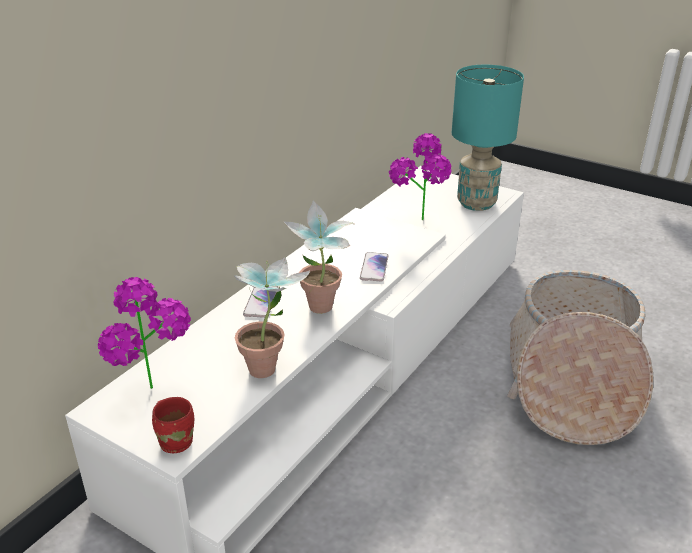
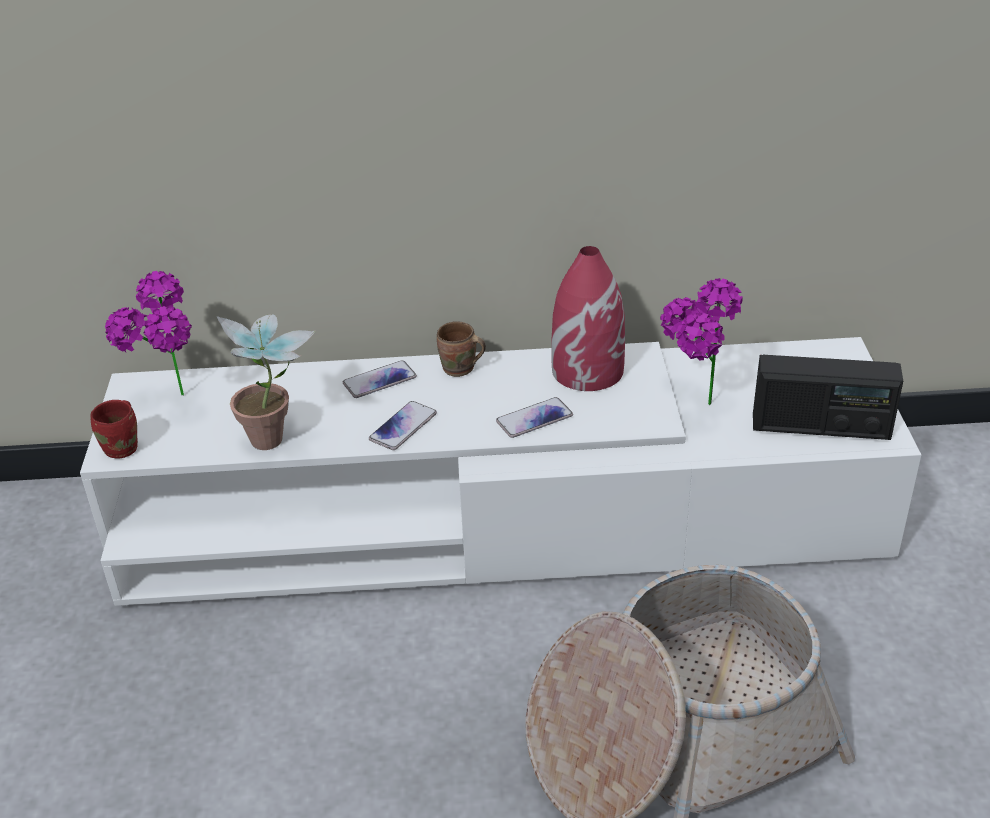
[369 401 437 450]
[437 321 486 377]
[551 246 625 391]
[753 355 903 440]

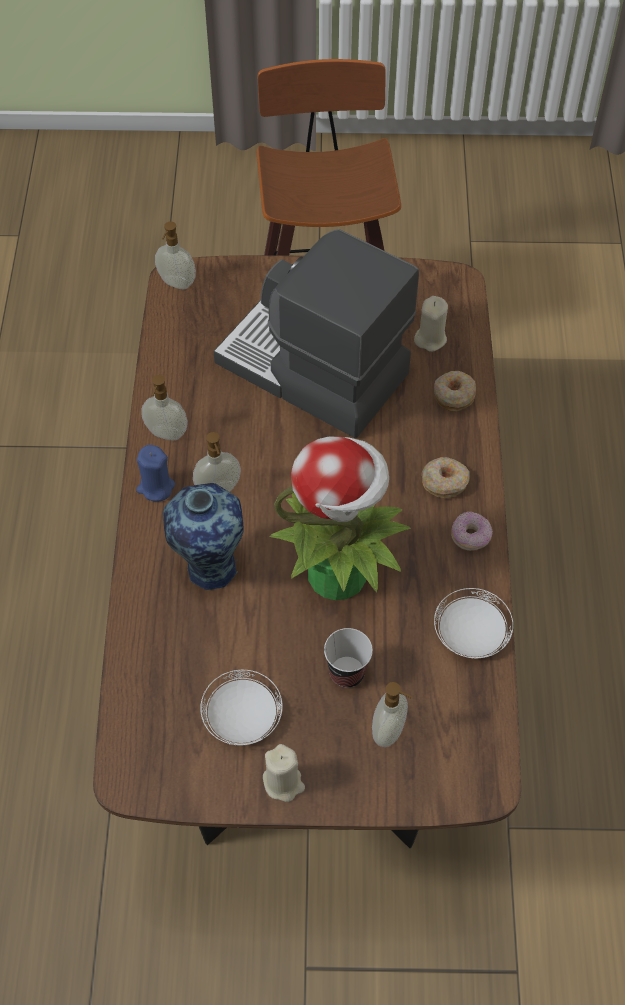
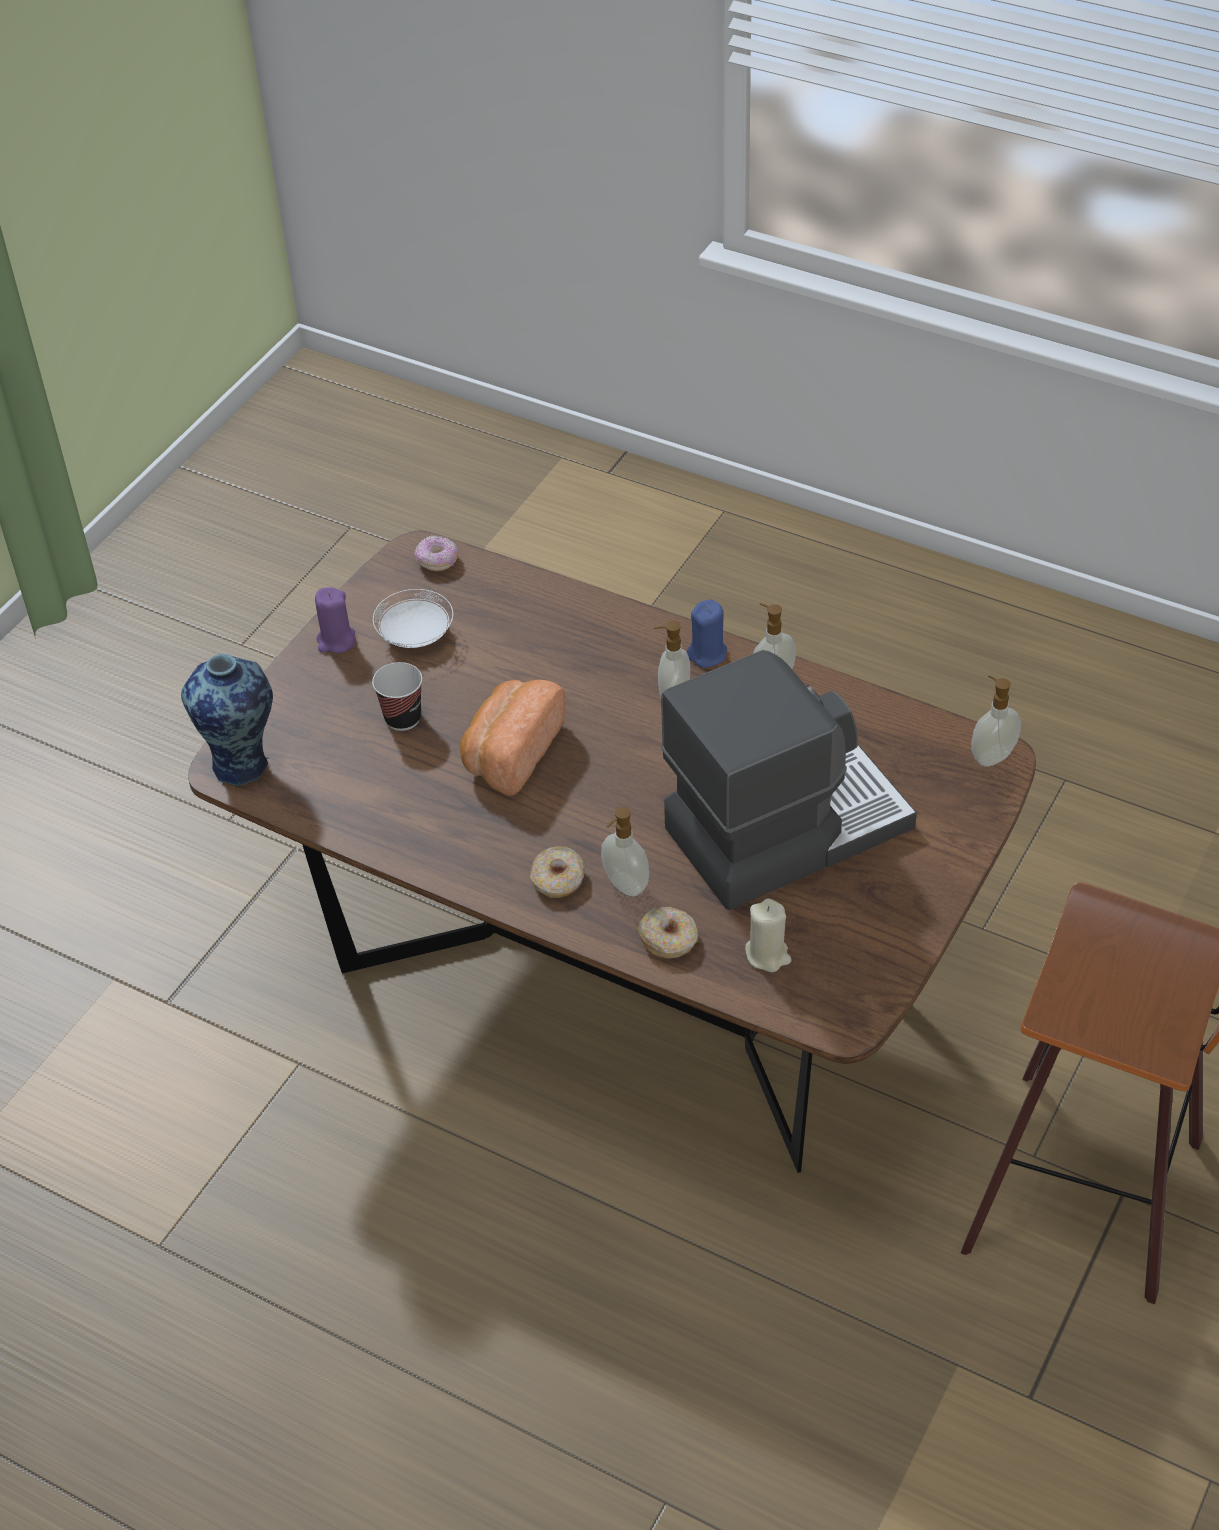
[181 654 273 787]
[315 587 356 653]
[414 535 458 571]
[460 680 565 796]
[601 807 649 896]
[434 588 513 659] (first image)

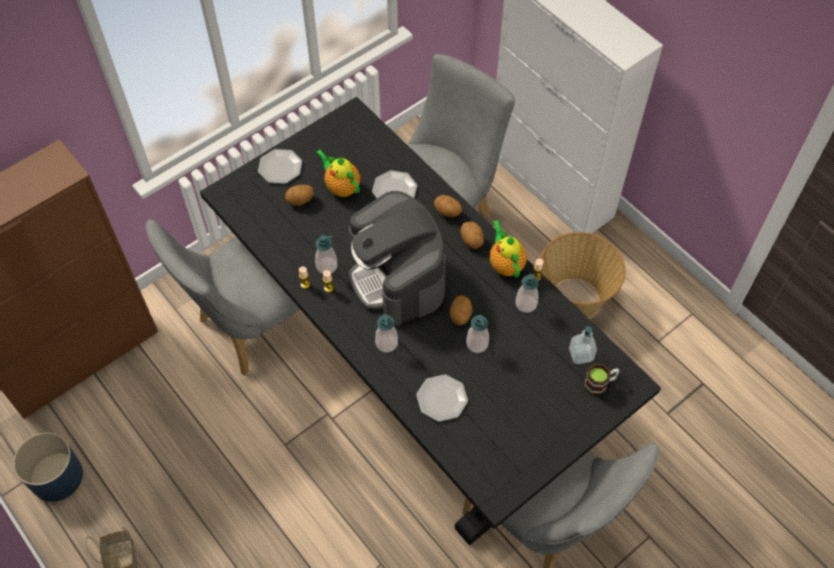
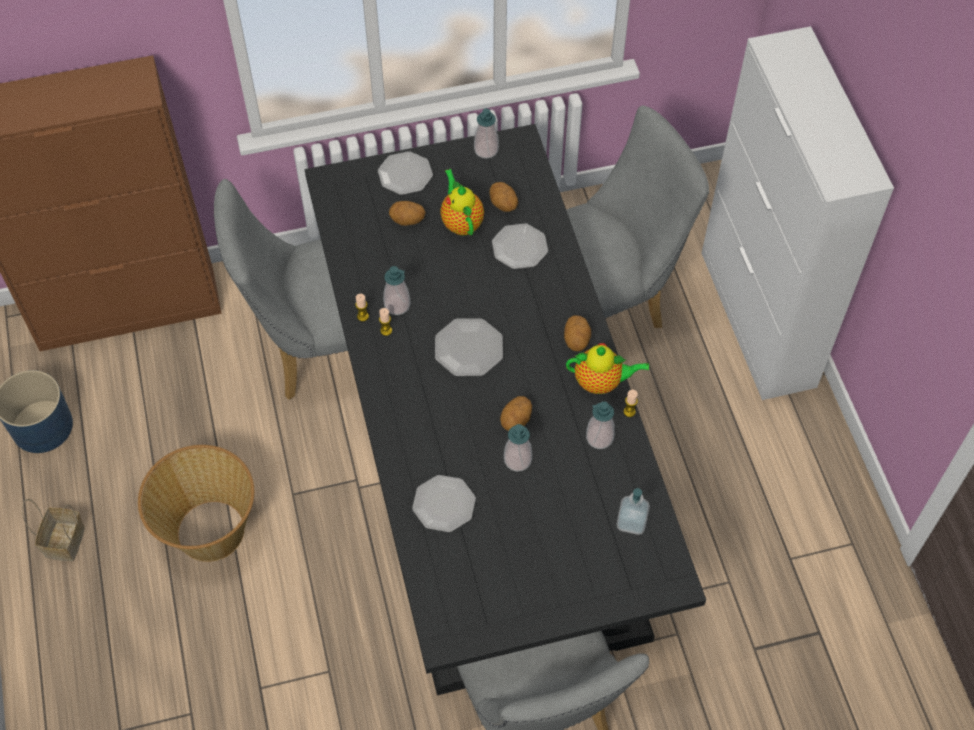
[138 445 254 562]
[435 318 503 376]
[474 108 499 158]
[490 182 518 212]
[566 343 649 394]
[584 363 620 396] (first image)

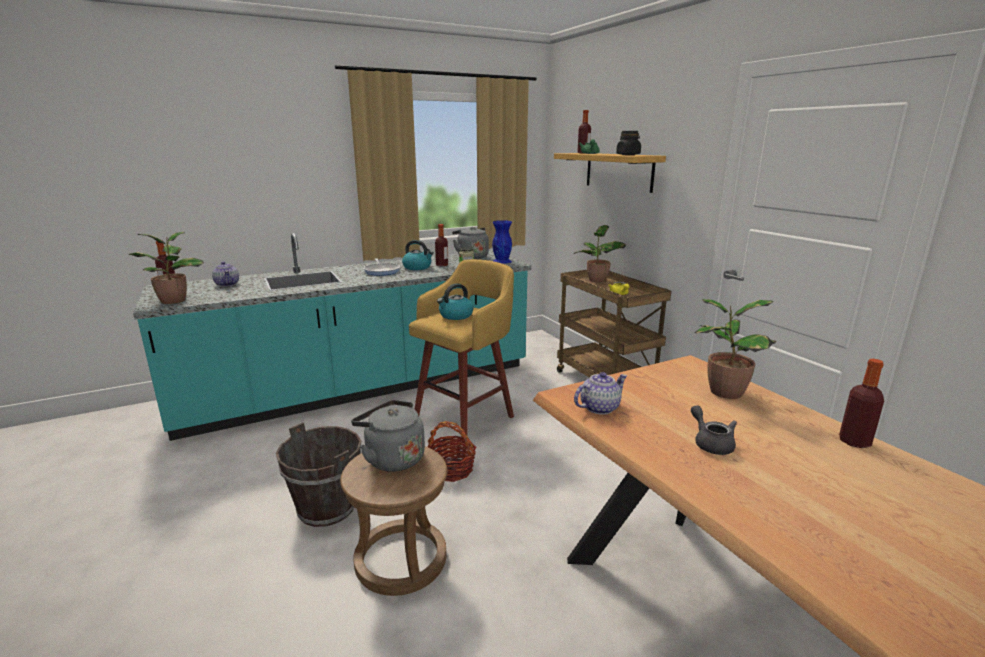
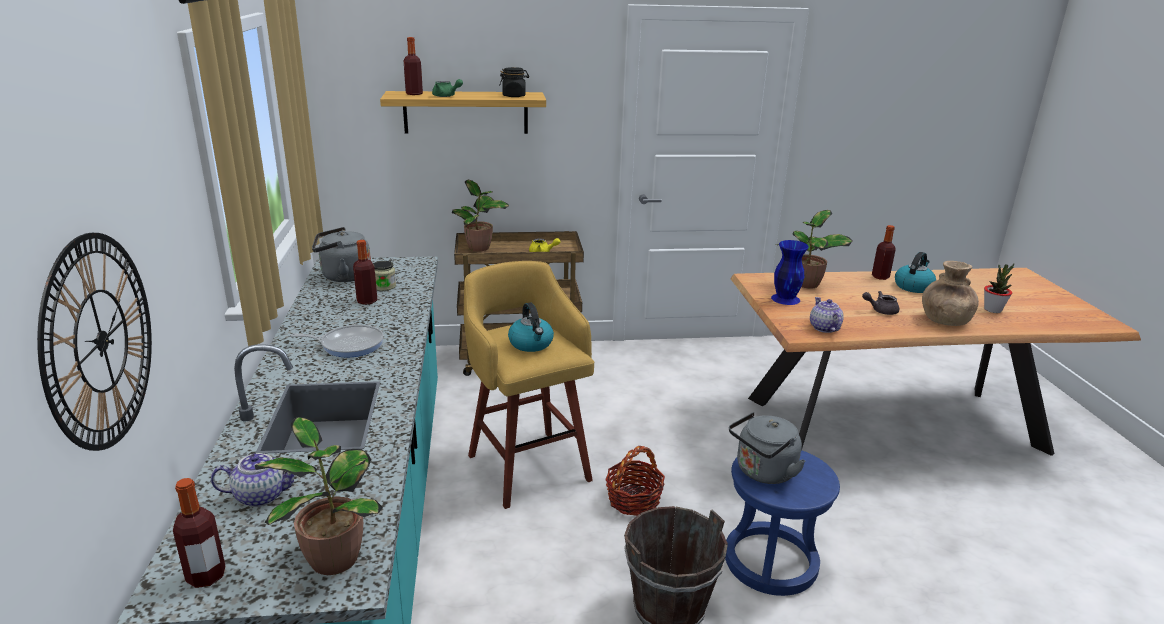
[37 233 152 451]
[725 450 840 596]
[771 240 809 305]
[895 252 936 293]
[922 261 979 326]
[984 264 1014 313]

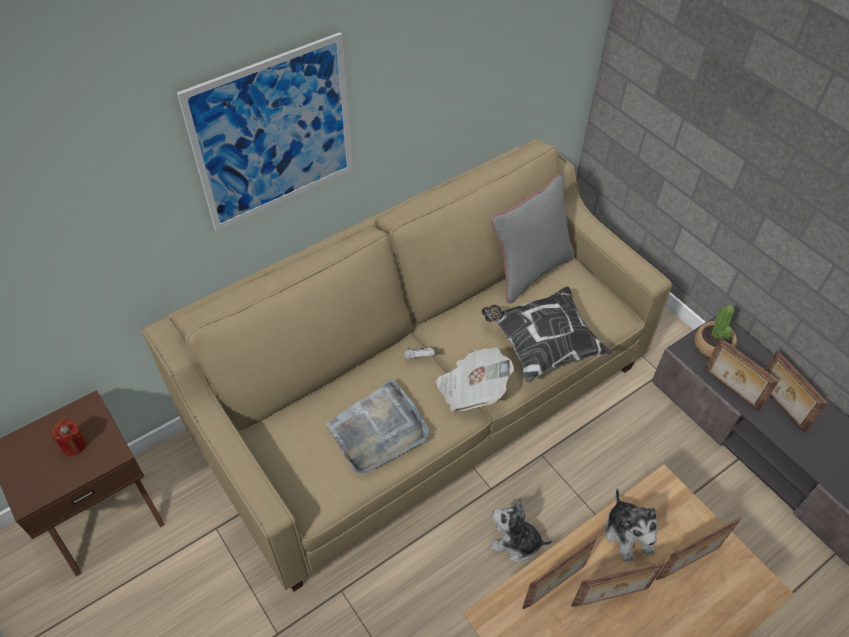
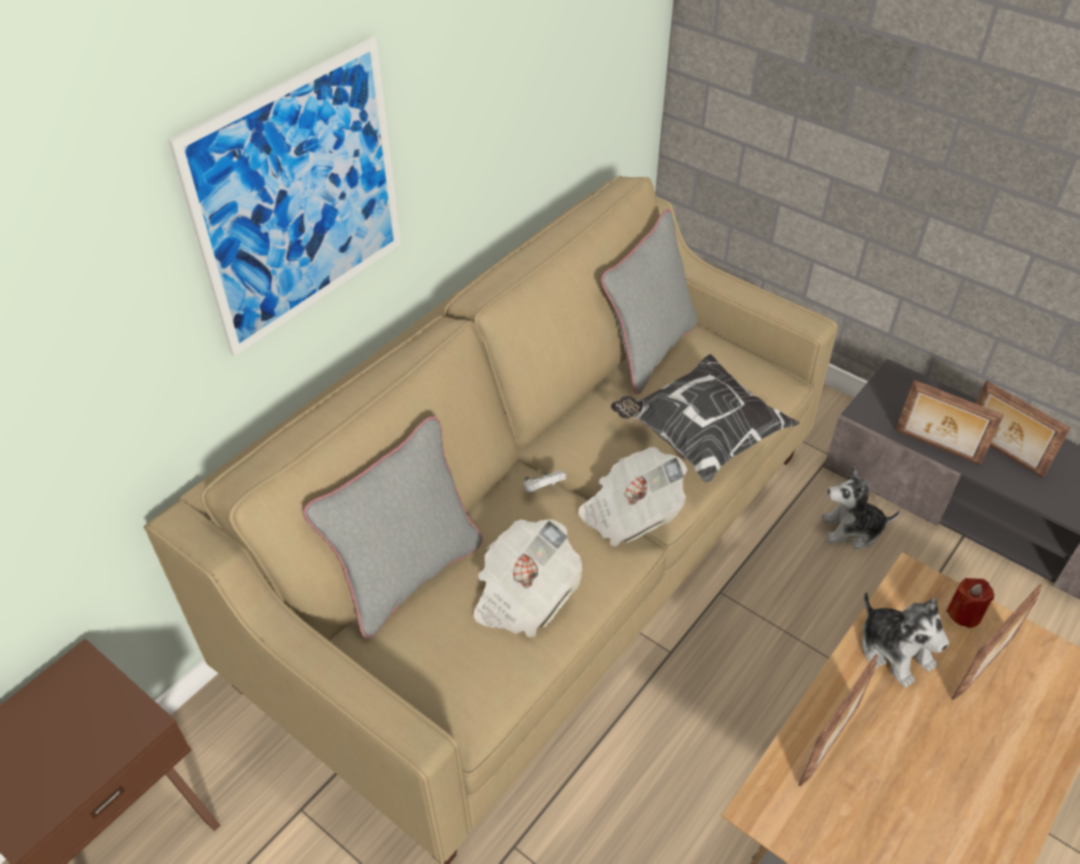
[302 416 482 638]
[473 519 582 637]
[822 467 900 549]
[946 578 994 628]
[571 561 665 607] (first image)
[694 305 737 358] (first image)

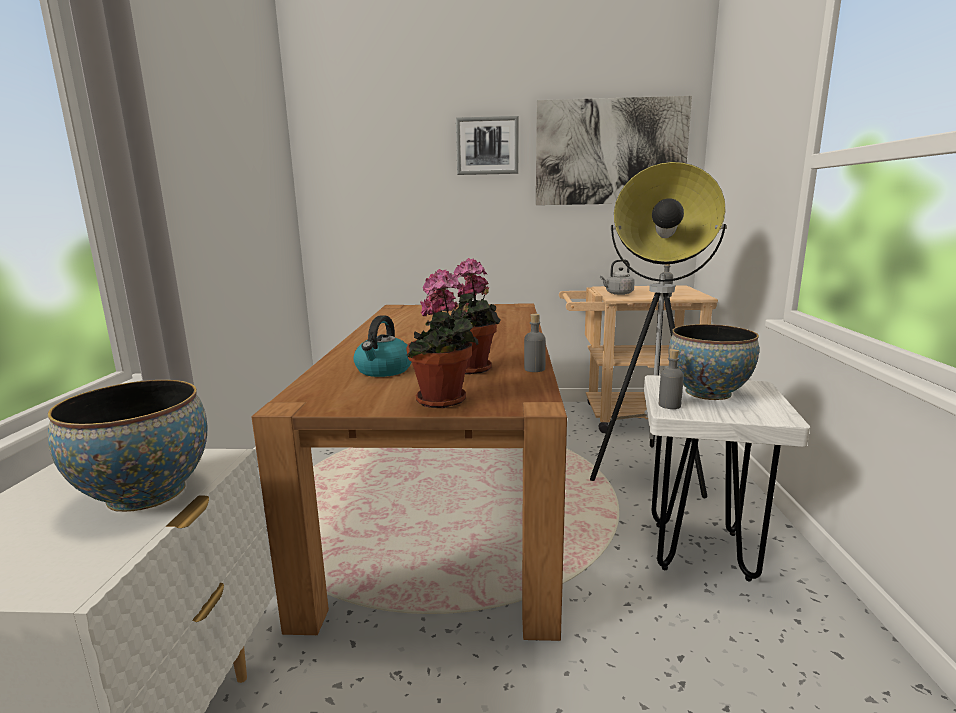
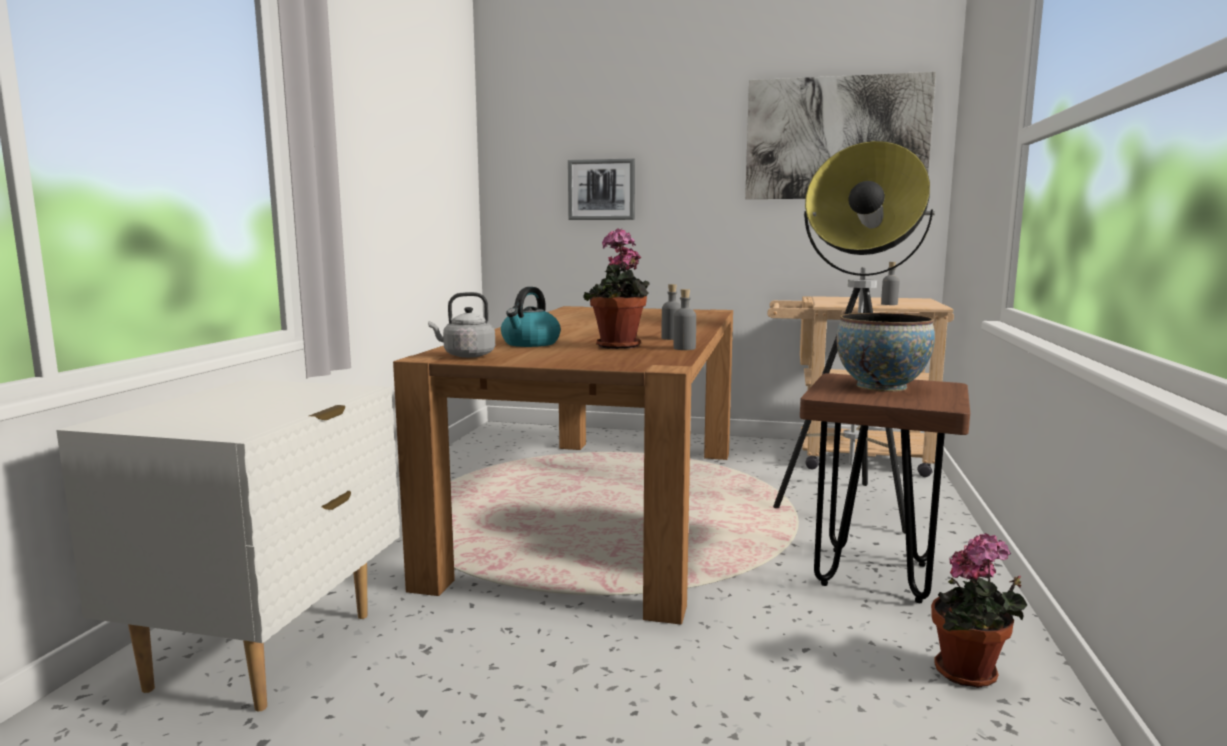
[428 292 495 358]
[568 158 635 220]
[661 284 681 340]
[800 373 970 603]
[931 533 1027 688]
[48 380 208 512] (first image)

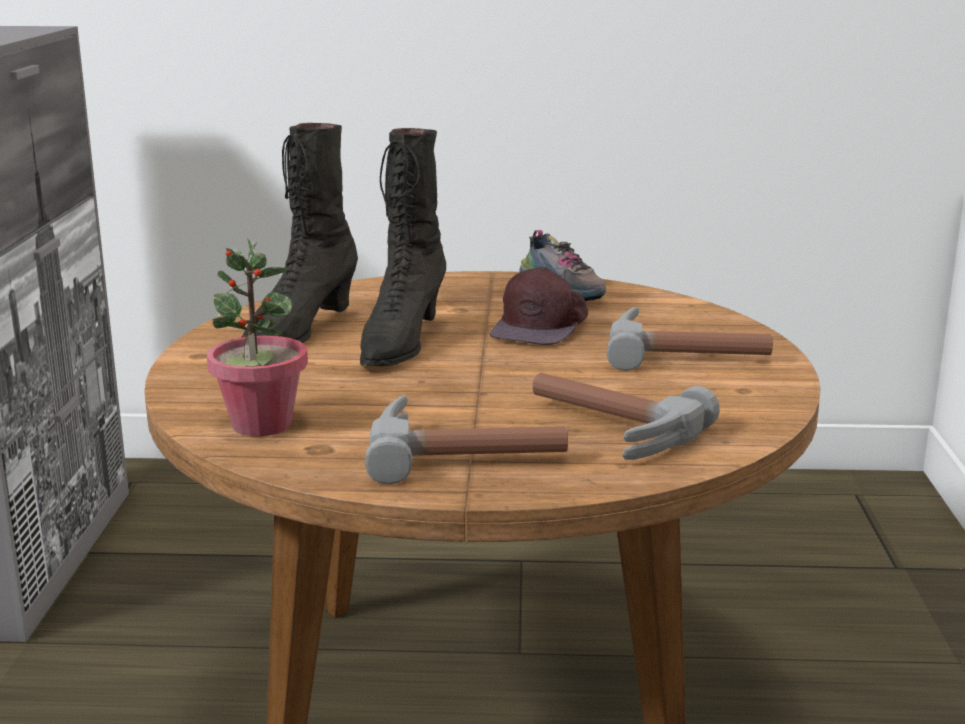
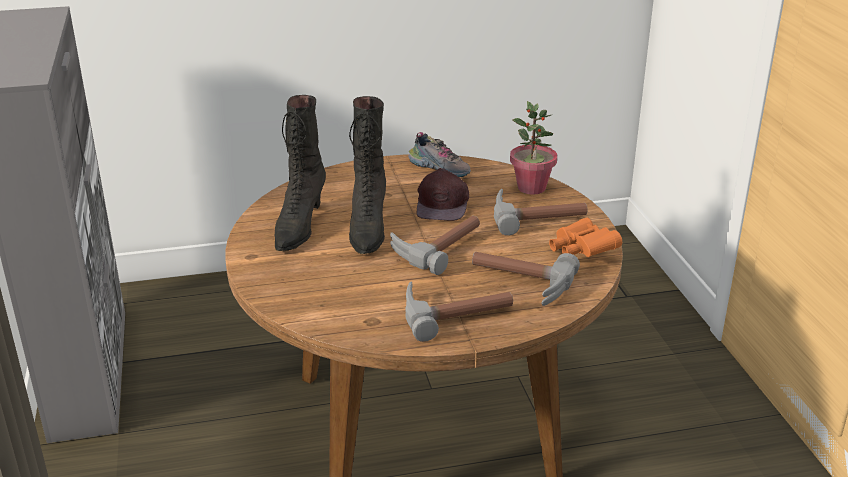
[390 216 480 275]
[510 101 557 195]
[549 218 622 257]

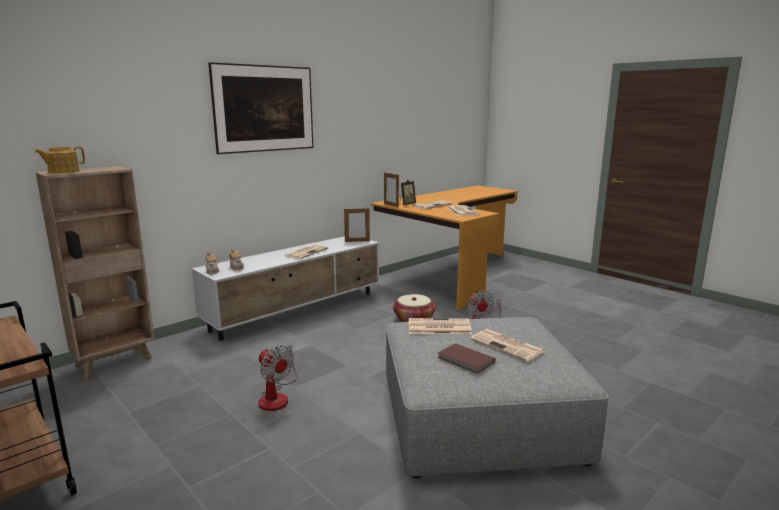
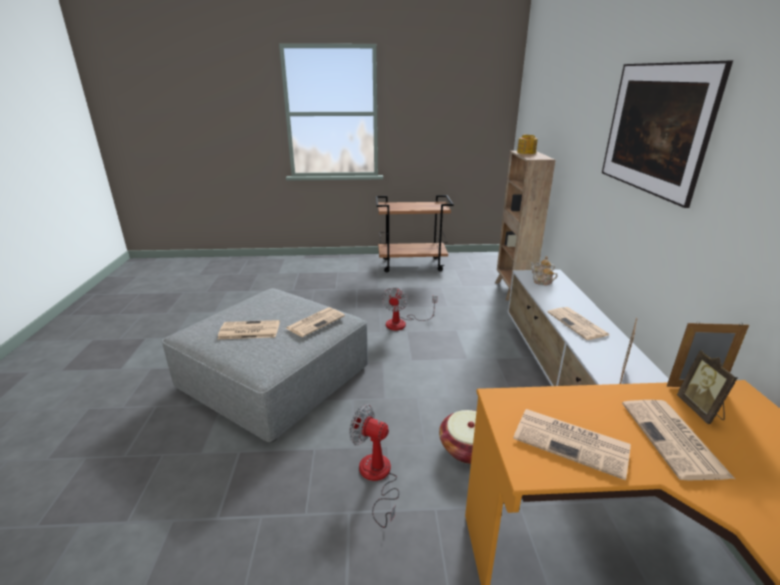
[381 287 437 330]
[438 343 496 374] (first image)

